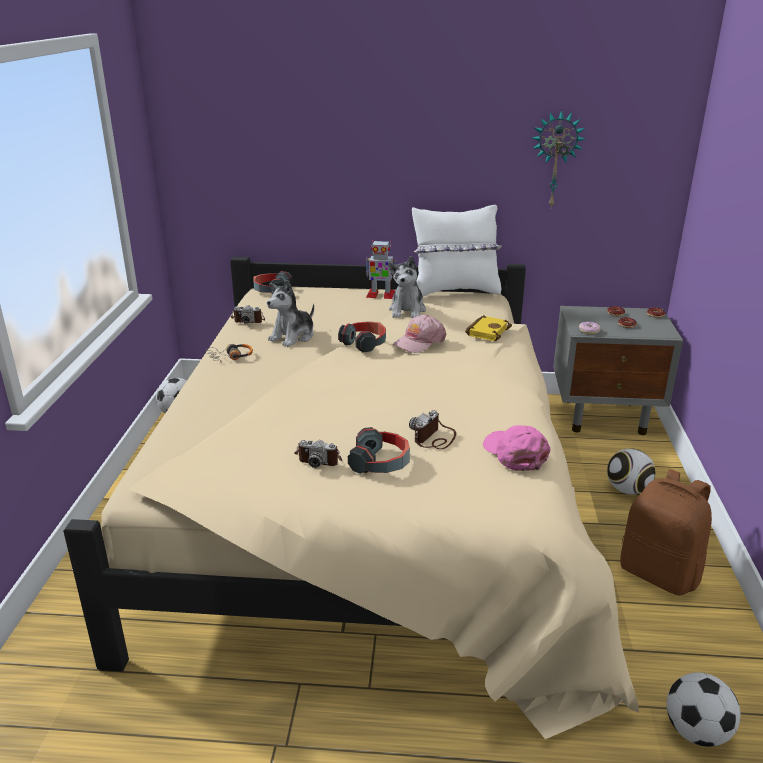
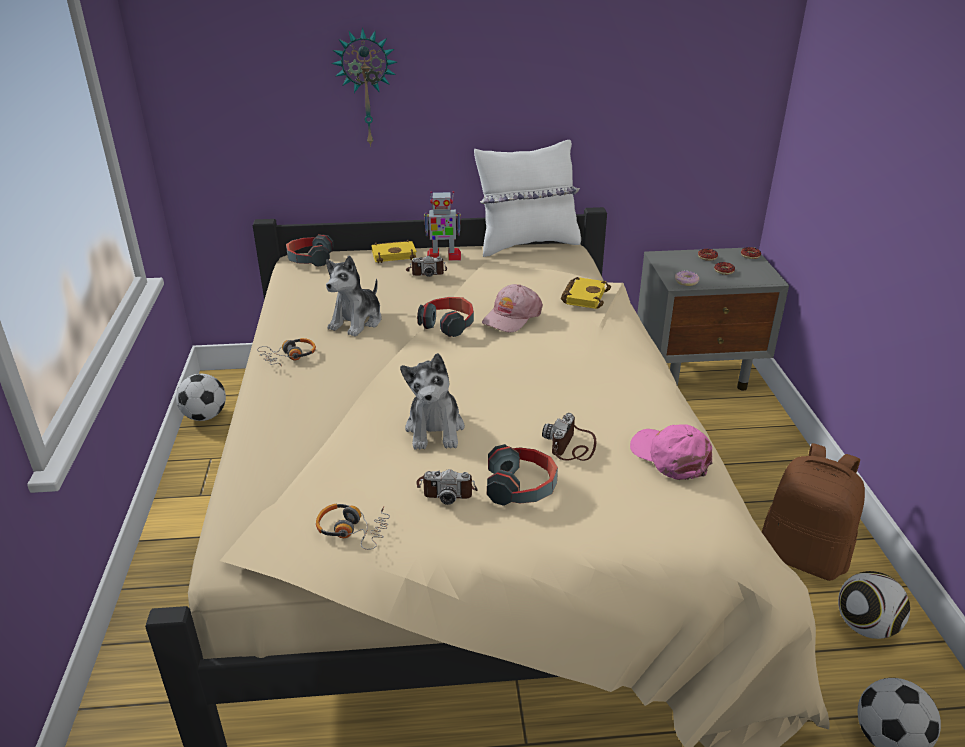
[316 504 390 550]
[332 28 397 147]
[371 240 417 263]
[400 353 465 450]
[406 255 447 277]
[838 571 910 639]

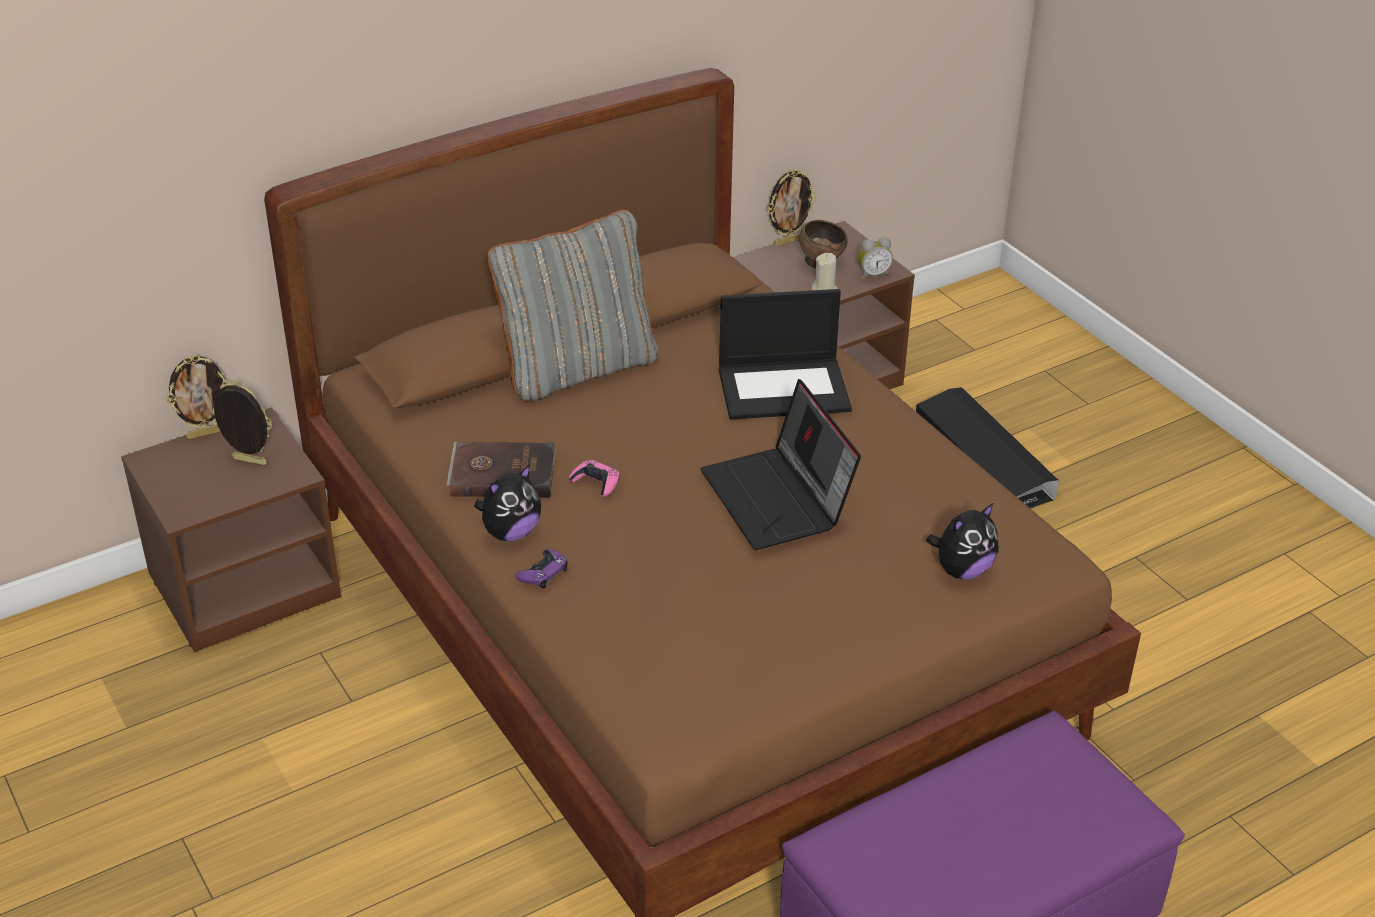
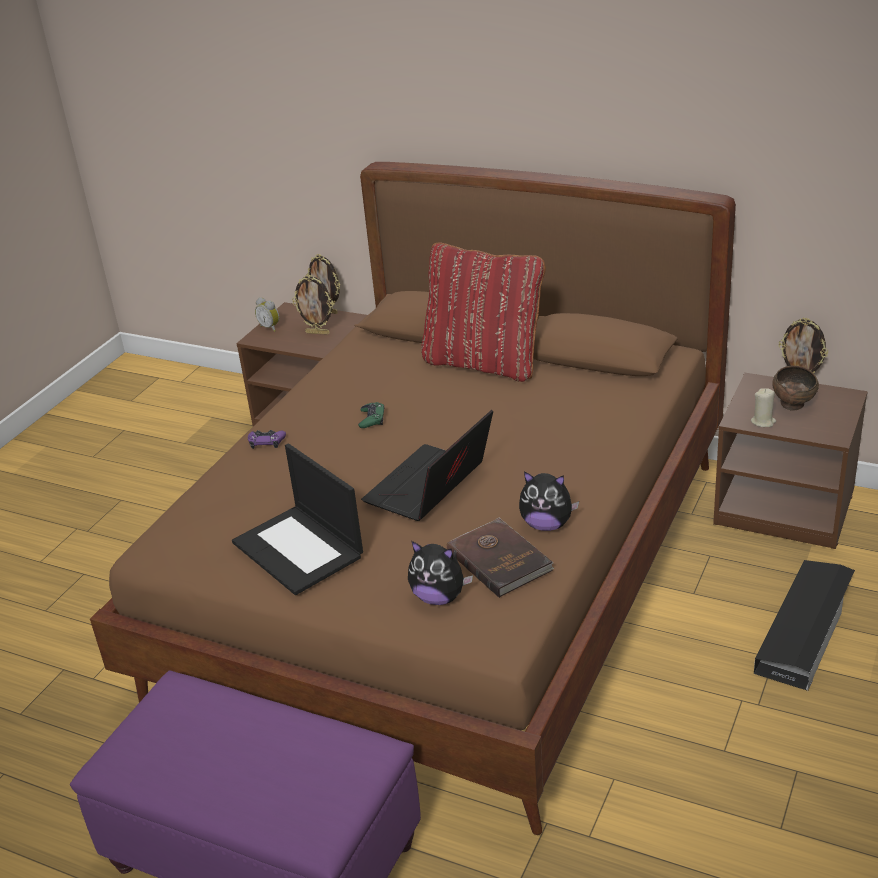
[232 443 363 595]
[255 298 279 332]
[292 275 333 335]
[358 402 384 428]
[421 242 546 382]
[447 518 554 598]
[519 471 579 531]

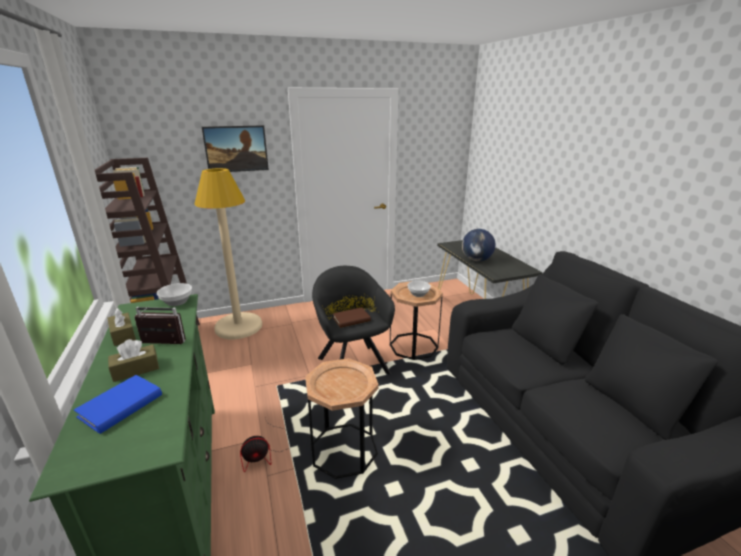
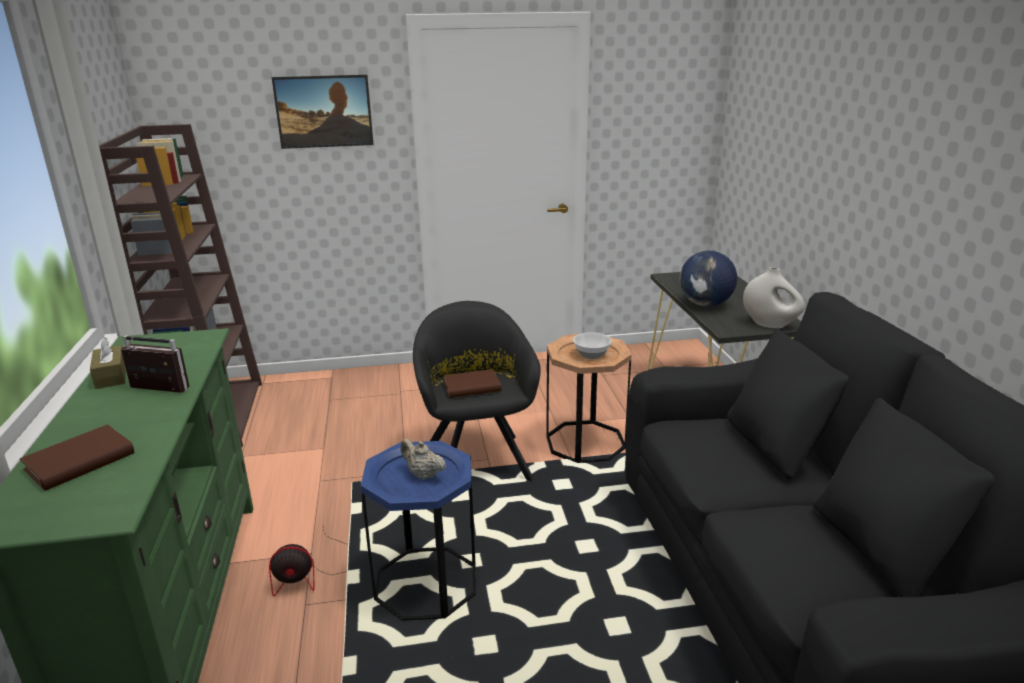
[20 424 134 491]
[361 441 476 621]
[401 438 446 480]
[743 267 805 328]
[108 339 159 382] (first image)
[157 283 192 306] (first image)
[194 168 262 339] (first image)

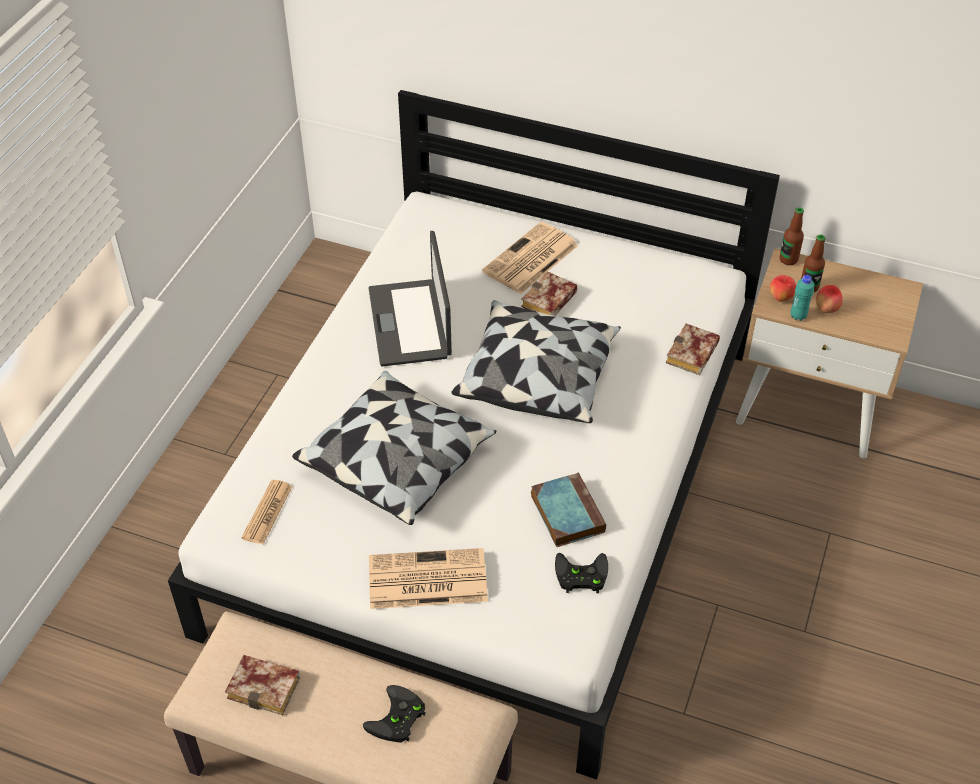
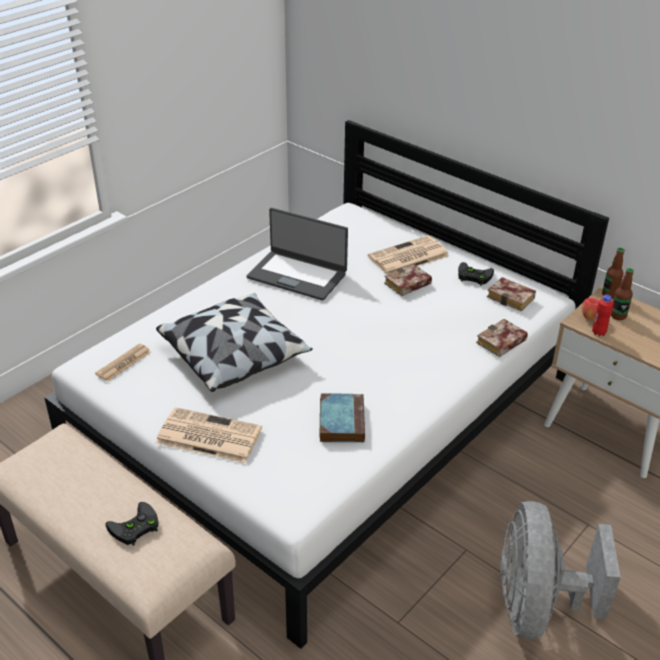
[247 208 348 300]
[458 262 494 286]
[487 277 536 311]
[501 501 621 639]
[592 295 613 336]
[451 300 621 423] (first image)
[816 285 843 313] (first image)

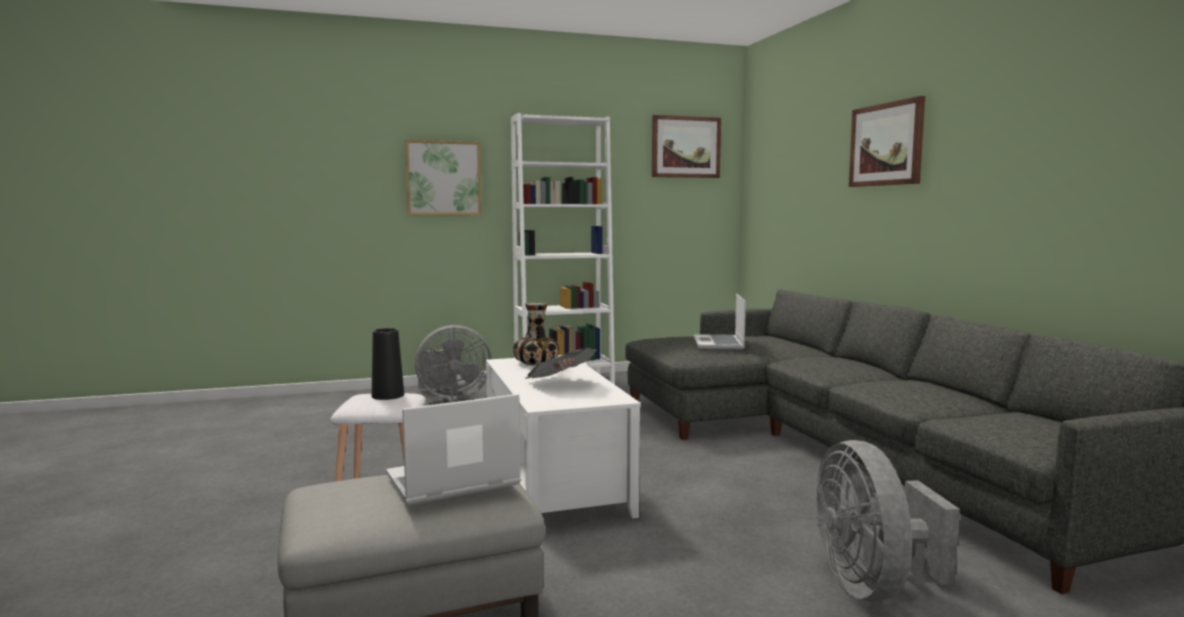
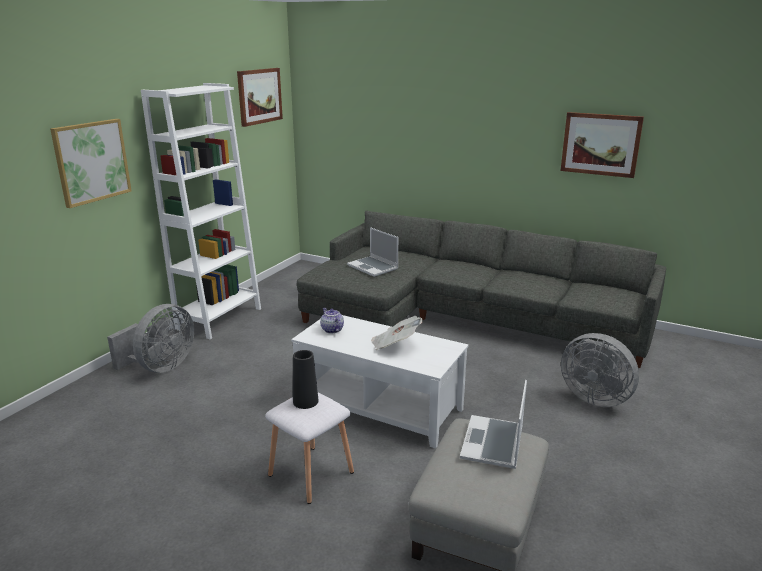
[320 308 344 333]
[561 112 644 178]

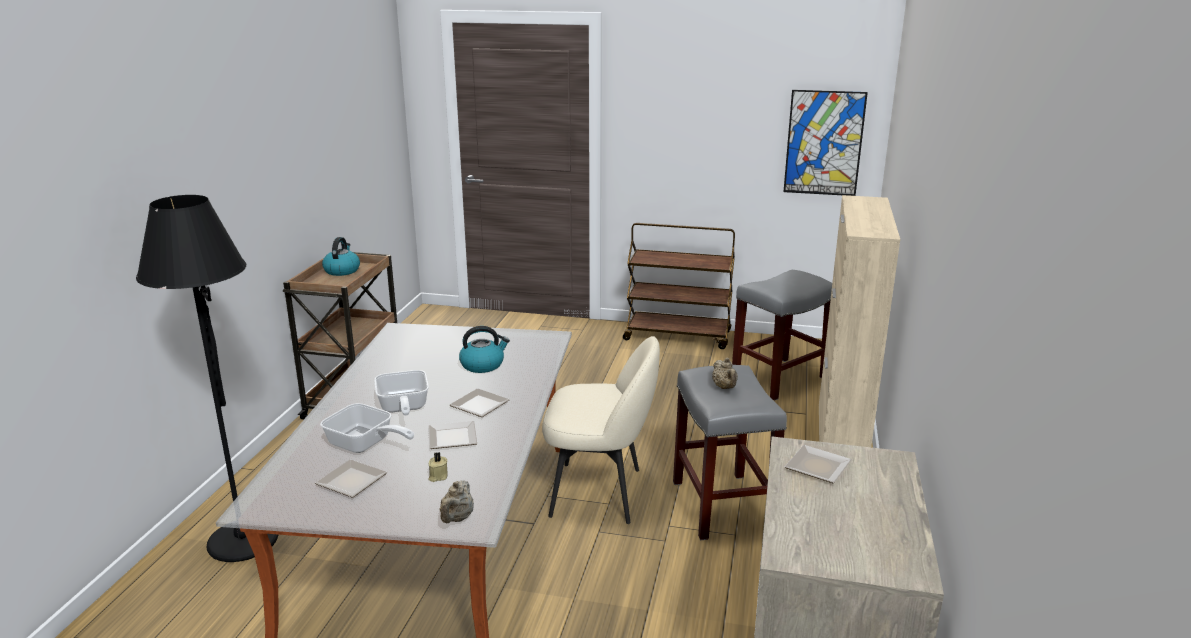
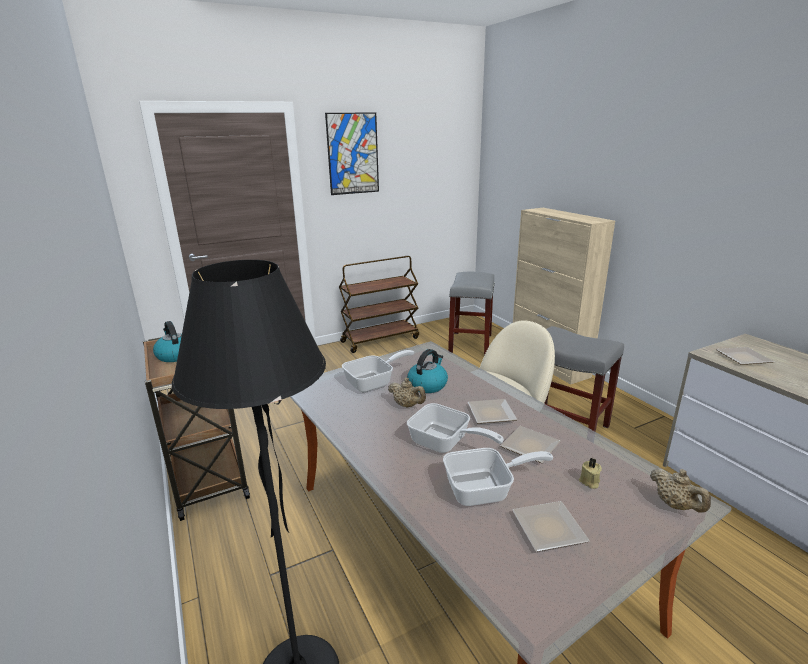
[325 113 379 195]
[342 350 415 392]
[388 378 426 408]

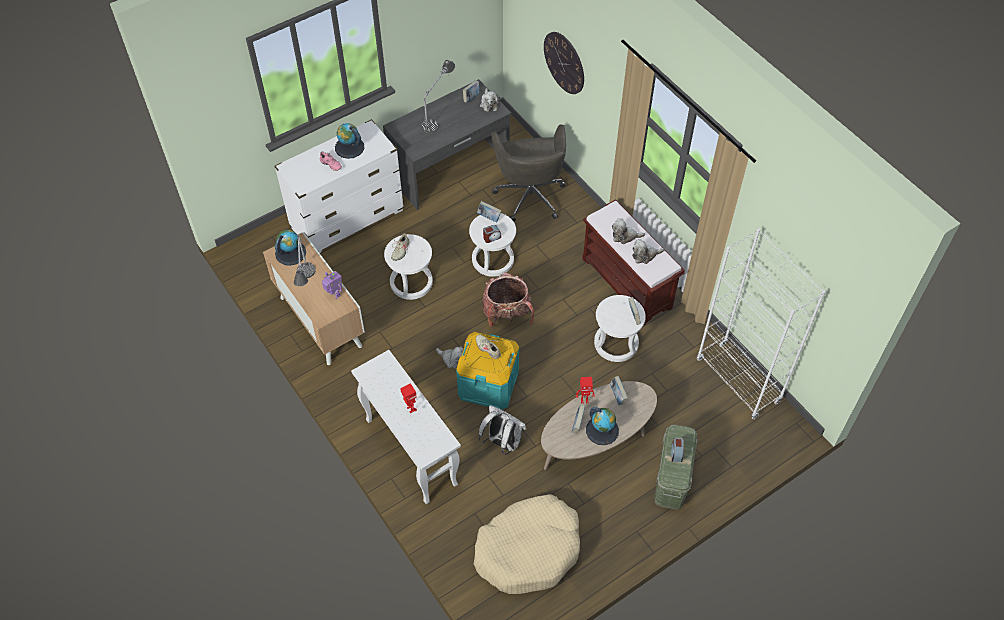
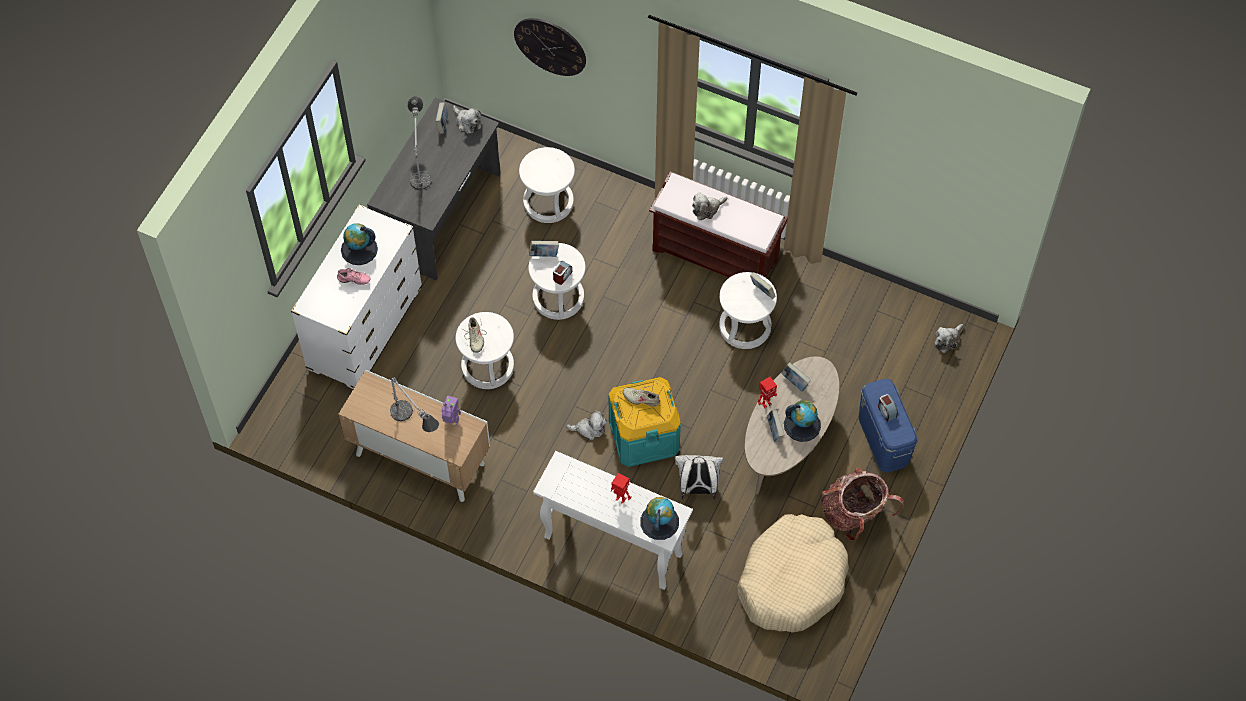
[519 147 575 223]
[640 497 679 540]
[821 468 904 541]
[859 379 918 472]
[935 324 963 353]
[697 228 826 420] (first image)

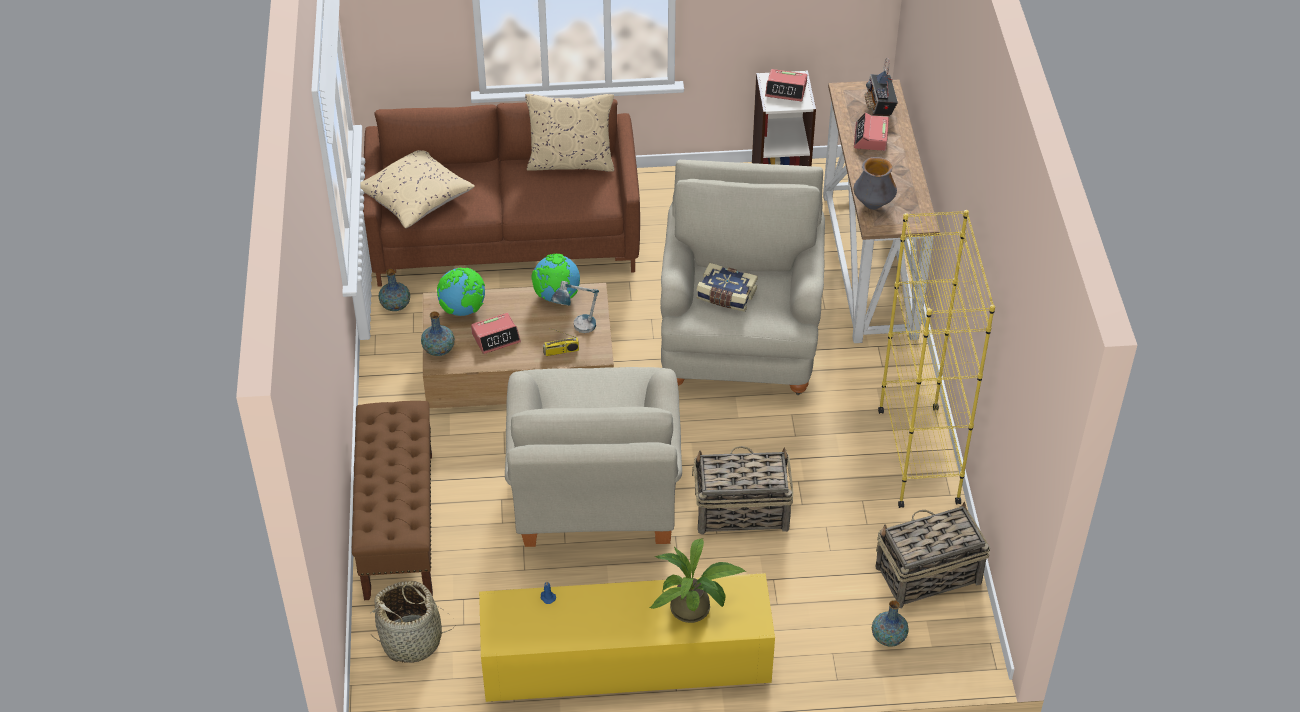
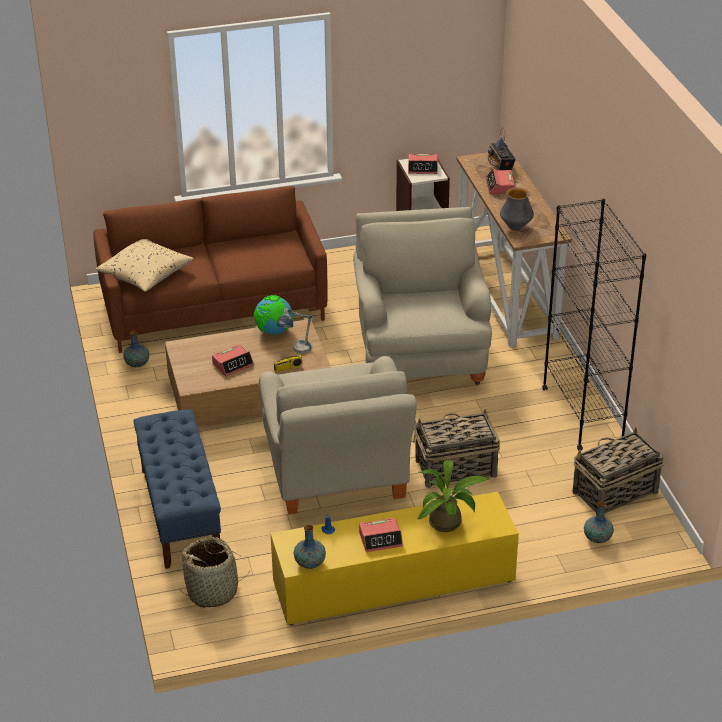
[134 410 221 569]
[293 525 326 569]
[359 518 403 552]
[542 199 646 451]
[437 267 485 316] (first image)
[525 94 614 172] (first image)
[696 263 758 312] (first image)

